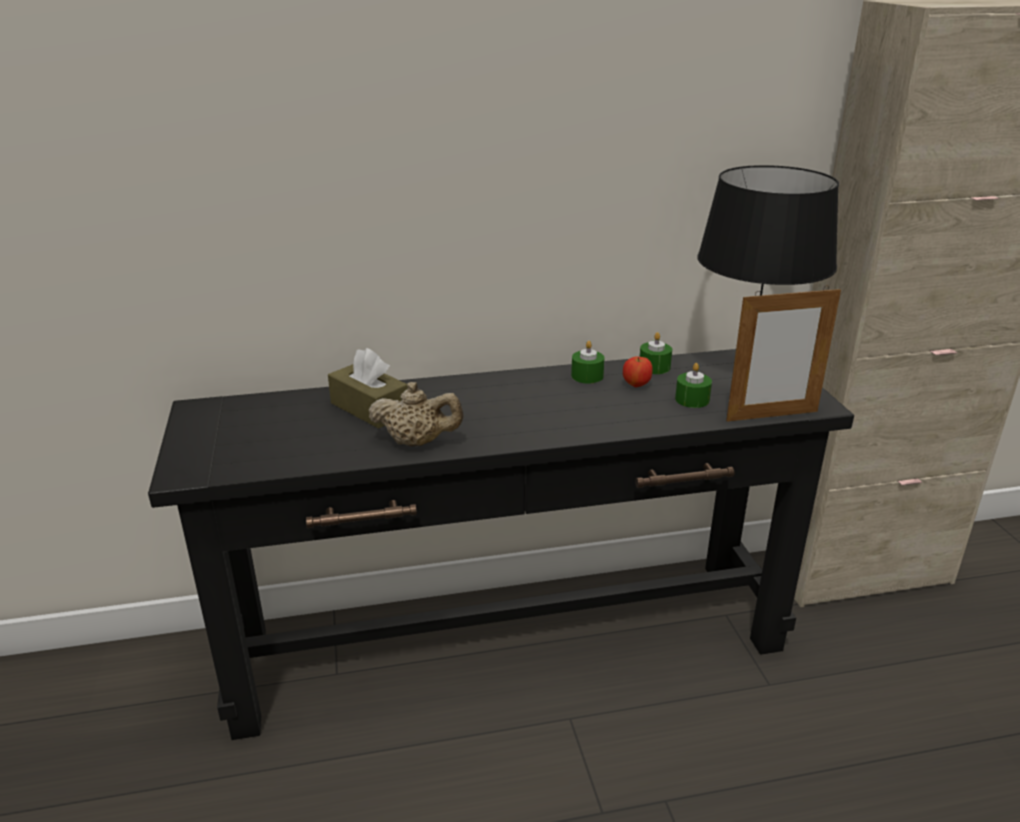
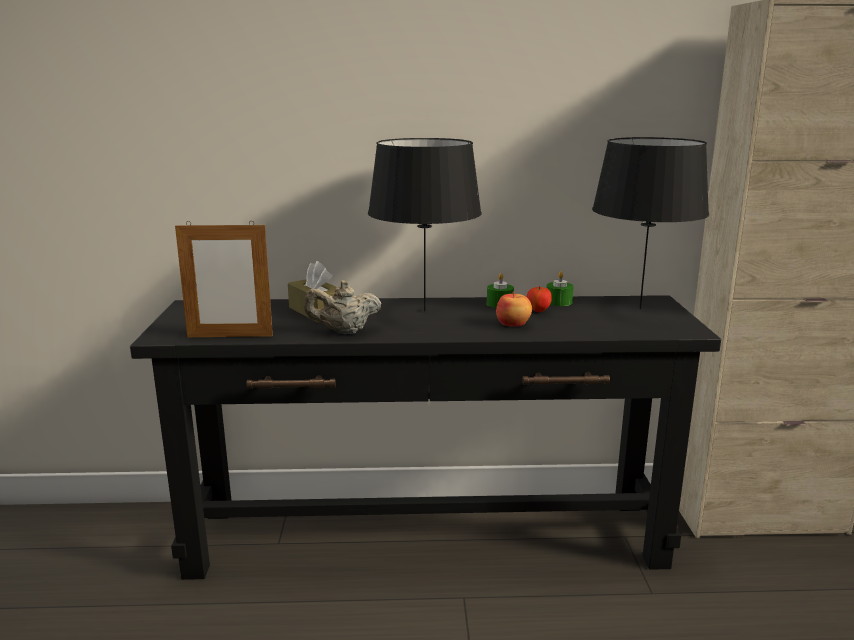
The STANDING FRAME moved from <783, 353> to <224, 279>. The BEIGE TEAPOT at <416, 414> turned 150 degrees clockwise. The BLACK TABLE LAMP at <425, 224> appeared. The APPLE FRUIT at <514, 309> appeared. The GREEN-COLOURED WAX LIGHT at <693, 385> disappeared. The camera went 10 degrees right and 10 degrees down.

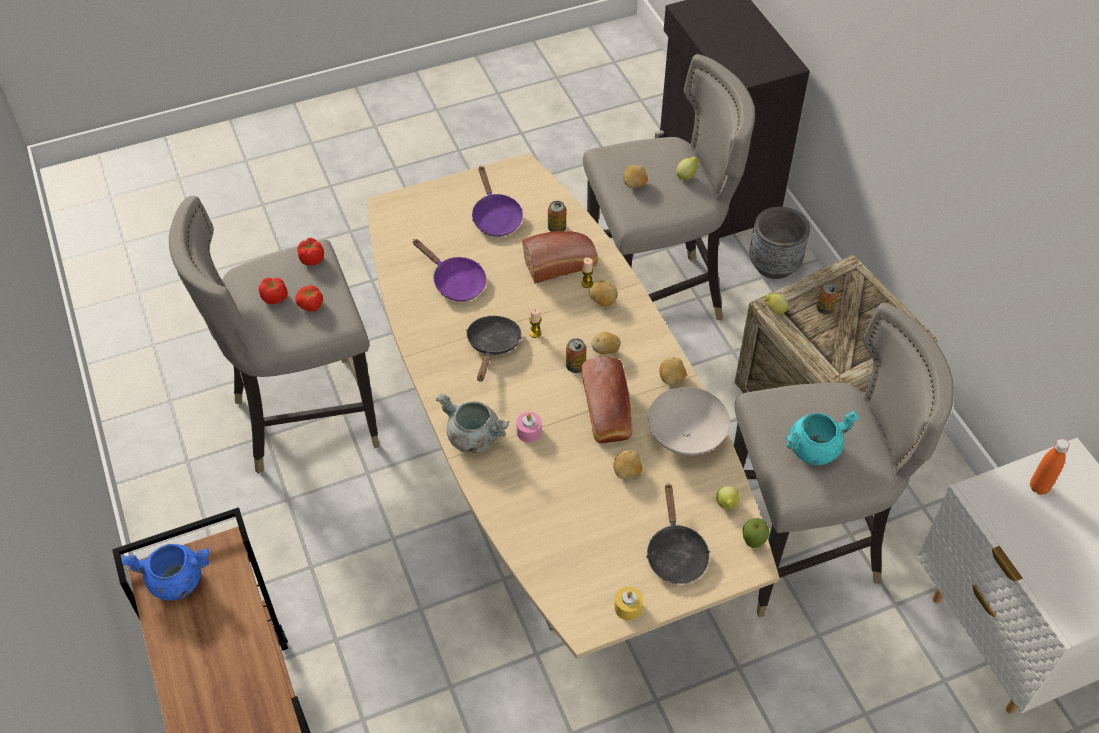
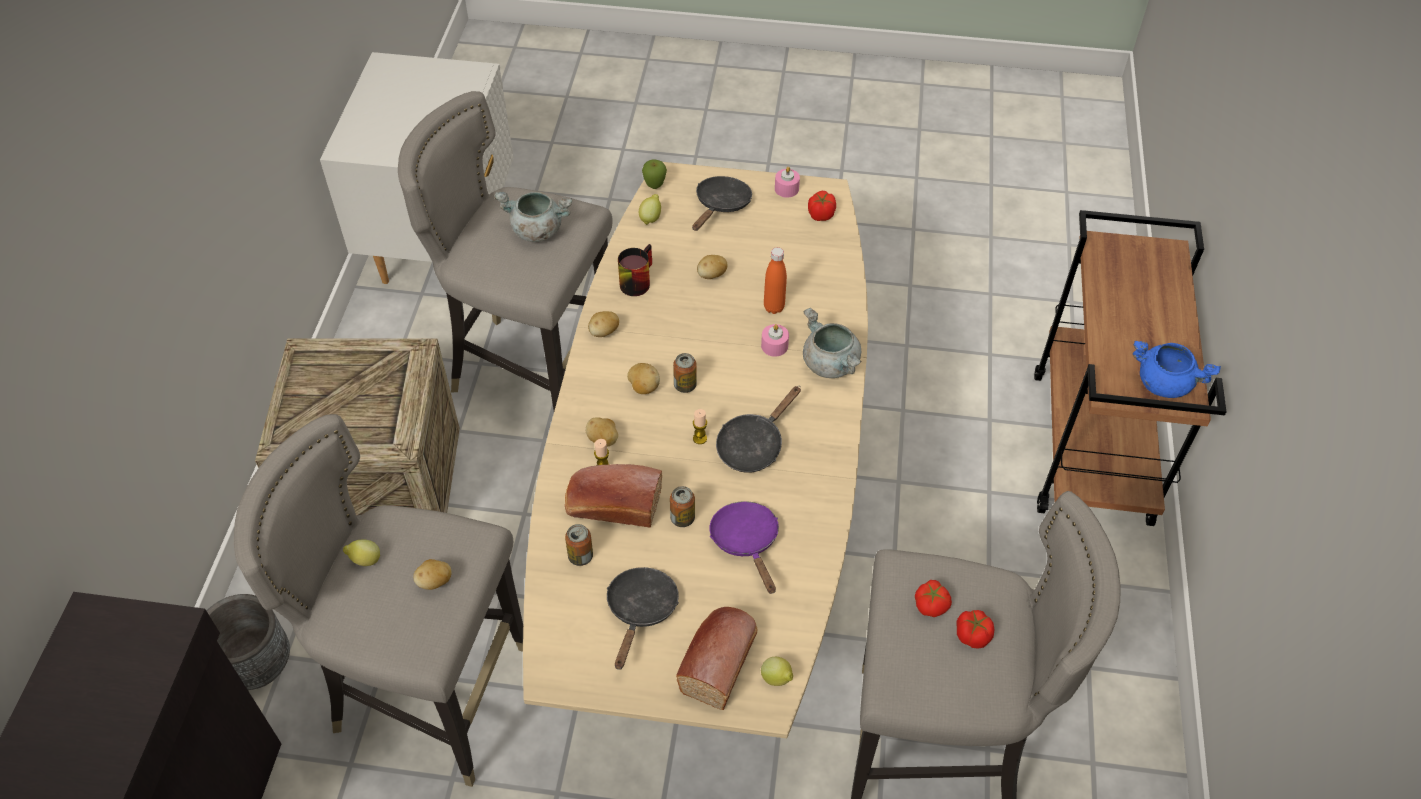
The TURQUOISE-COLOURED STOCKPOT at <822, 438> became the GREYISH STOCKPOT at <533, 217>. The PURPLISH FRYING PAN at <497, 201> became the BLACK FRYING PAN at <643, 618>. The WHITE DEEP DISH at <689, 421> was replaced by the MUG at <635, 270>. The SEALED CAN moved from <827, 298> to <682, 506>. The BREAD moved from <606, 399> to <717, 658>. The WHOLE LEMON moved from <776, 303> to <777, 671>. The ORANGEY BEVERAGE BOTTLE moved from <1050, 467> to <775, 280>. The YELLOW-COLOURED WAX LIGHT at <628, 604> became the PINKISH WAX LIGHT at <787, 182>. The WHOLE TOMATO moved from <310, 252> to <822, 206>. The camera went 150 degrees left and 0 degrees up.

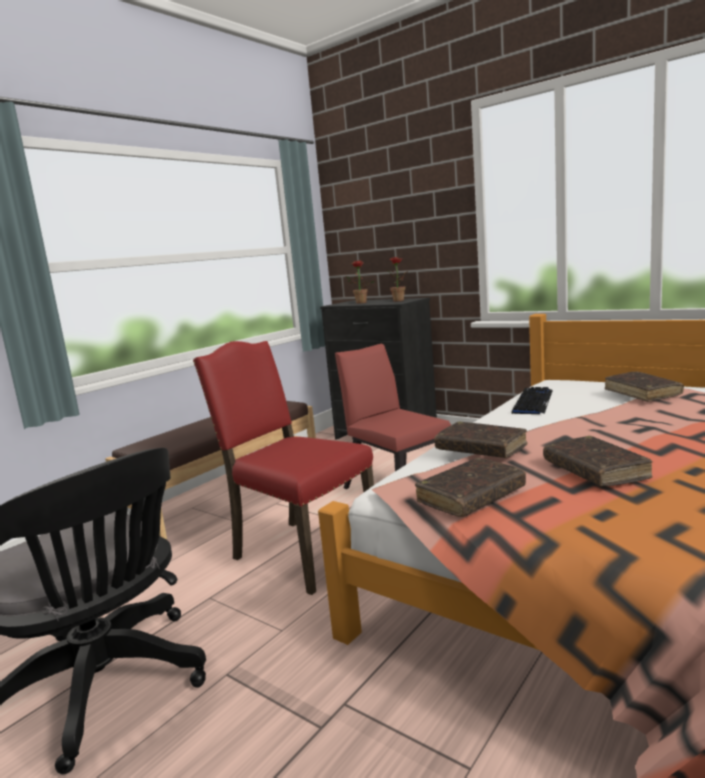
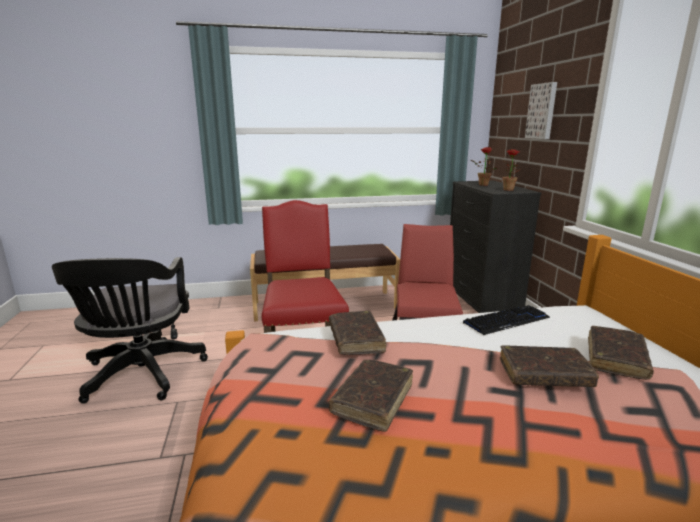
The BROWN BOOK moved from <470, 487> to <549, 366>. The WALL ART at <541, 110> appeared. The camera went 40 degrees right and 5 degrees up.

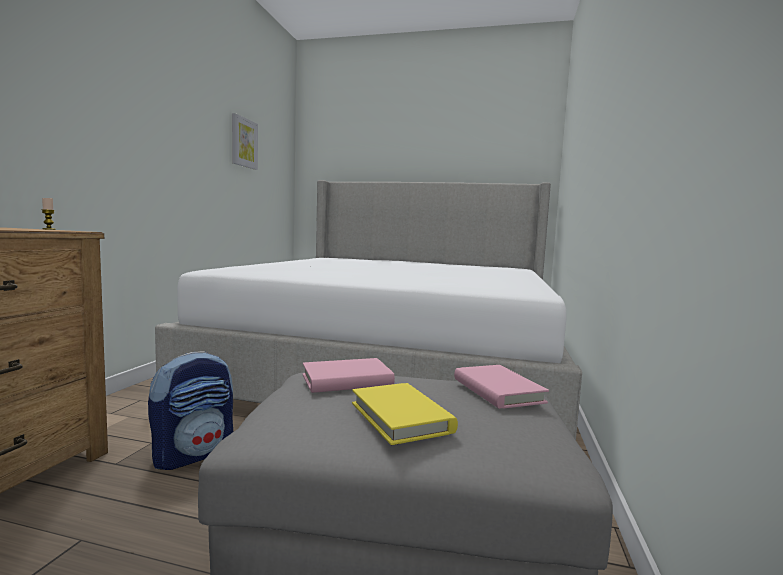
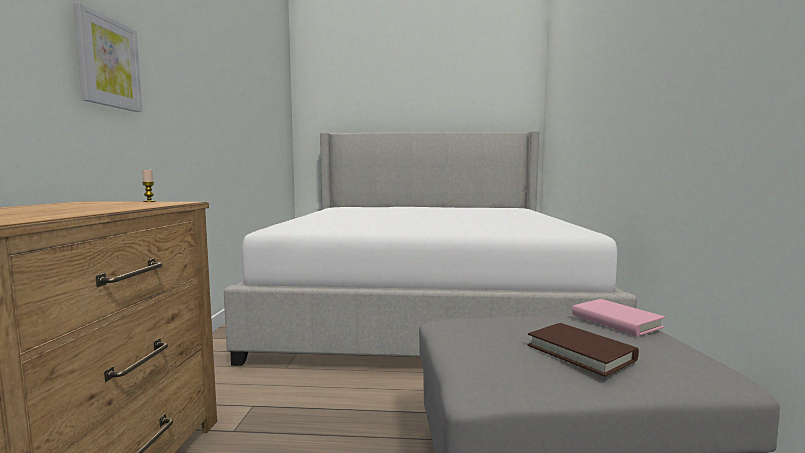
The WALL ART moved from <245, 141> to <107, 57>. The YELLOW-COLOURED BOOK at <405, 414> became the BROWN BOOK at <583, 350>. The BACKPACK at <190, 410> disappeared. The PINKISH BOOK at <349, 375> disappeared. The camera went 10 degrees left and 0 degrees up.

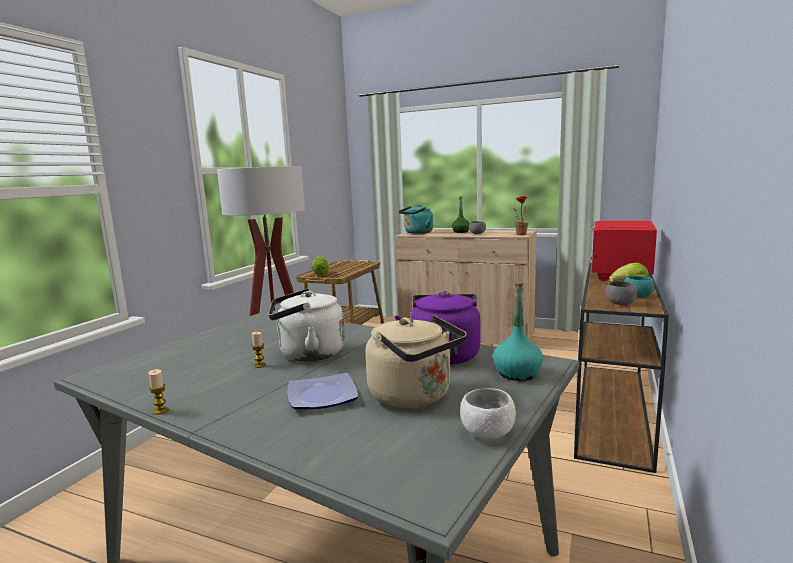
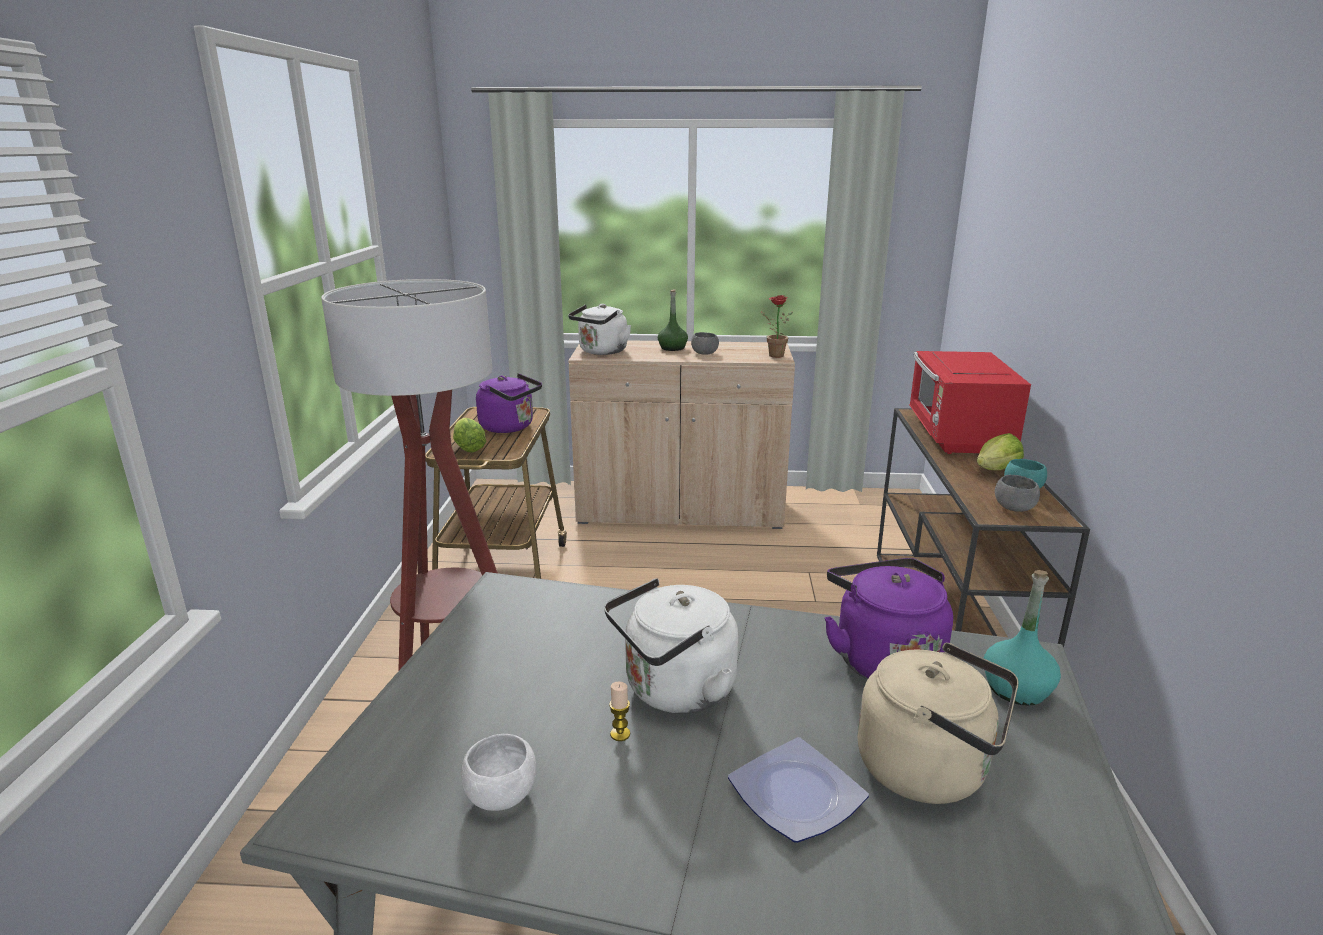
The WHITE DEEP DISH moved from <488, 414> to <498, 772>. The PURPLISH TEA KETTLE at <509, 403> appeared. The TURQUOISE-COLOURED TEA KETTLE at <416, 219> became the WHITE TEA KETTLE at <599, 329>. The WAX LIGHT at <158, 392> disappeared. The camera went 20 degrees left and 10 degrees up.

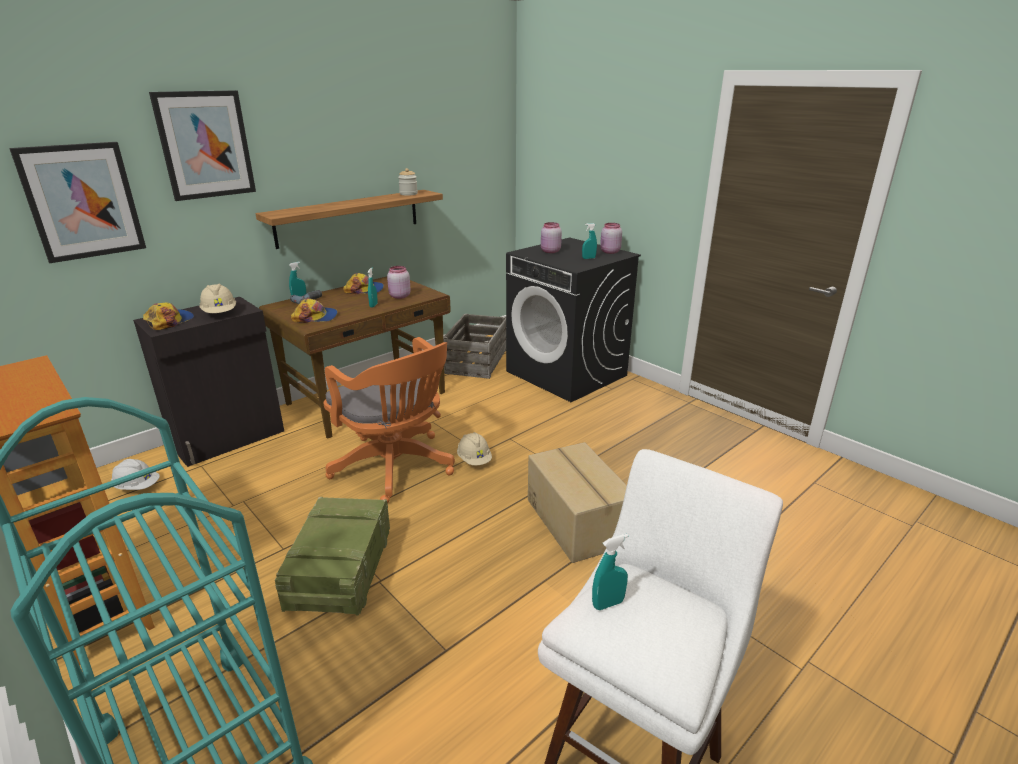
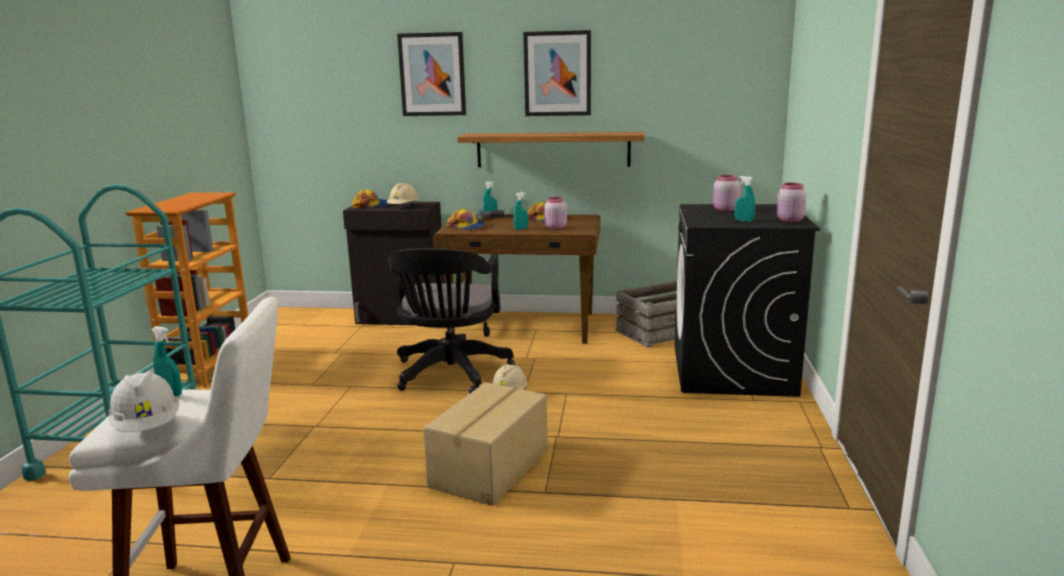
The WHITE HARD HAT moved from <135, 474> to <144, 401>. The ORANGEY COMPUTER CHAIR at <389, 420> became the BLACK COMPUTER CHAIR at <451, 320>. The WALL ART moved from <77, 202> to <557, 73>. The PACKING CRATE at <332, 556> disappeared. The JAR at <408, 182> disappeared. The camera went 50 degrees right and 10 degrees down.

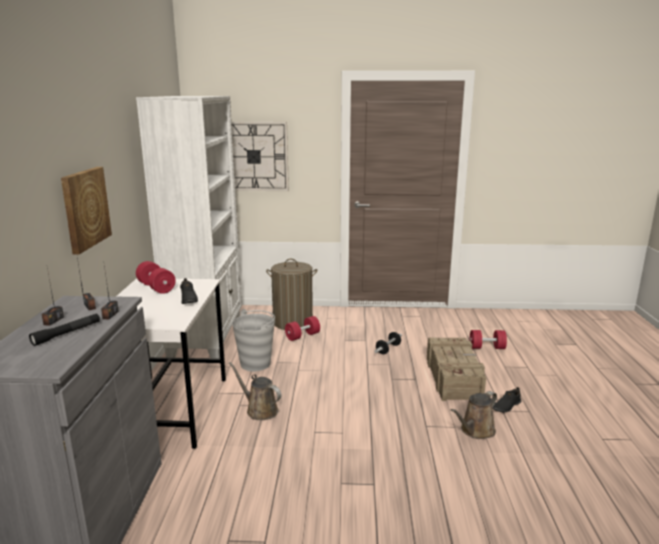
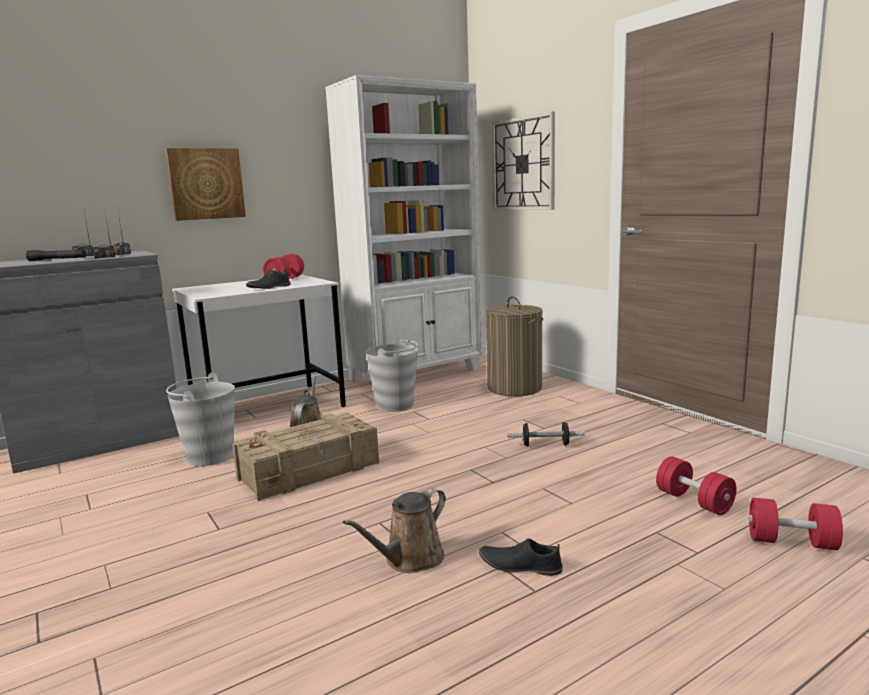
The GREYISH PAIL at <200, 419> appeared. The PACKING CRATE moved from <456, 369> to <305, 457>. The BROWN WATERING CAN at <474, 415> turned 60 degrees counterclockwise. The RED DUMBBELL moved from <302, 328> to <796, 524>. The camera went 55 degrees right and 5 degrees down.

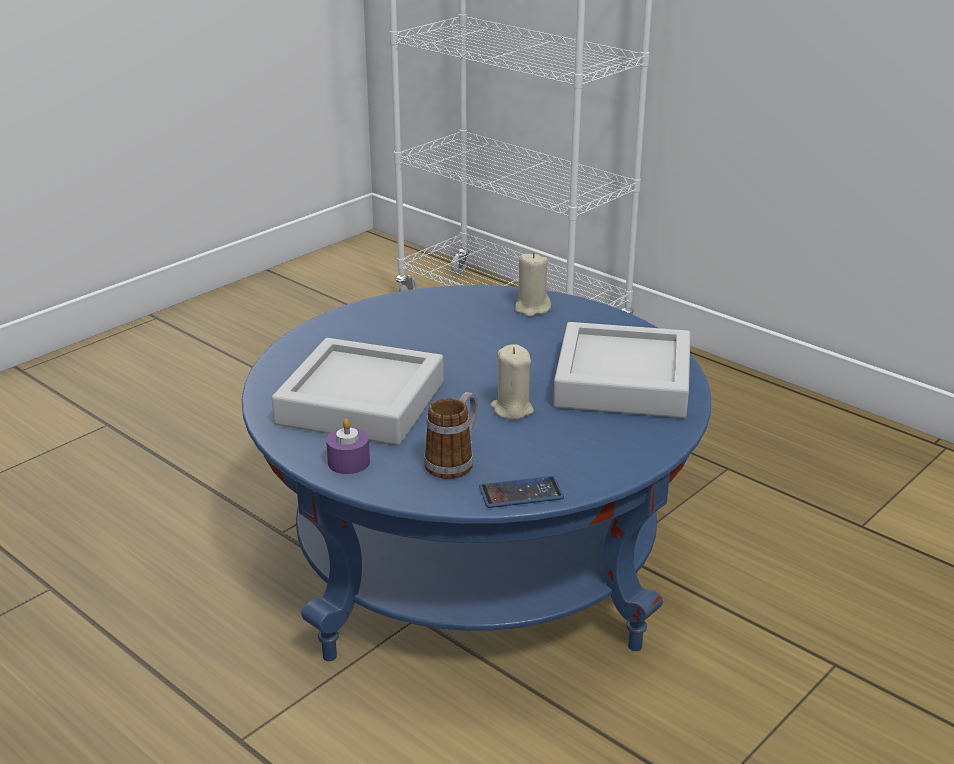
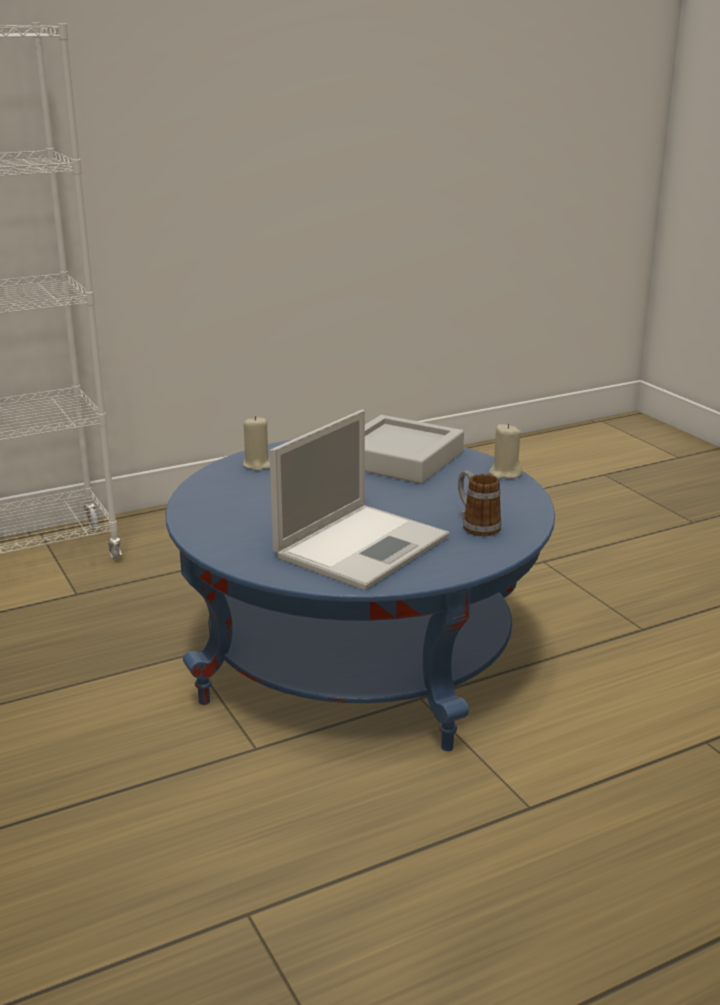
The GREYISH SERVING TRAY at <358, 391> was replaced by the LAPTOP at <359, 500>. The BEIGE WAX LIGHT moved from <512, 381> to <505, 451>. The PURPLISH WAX LIGHT at <348, 446> disappeared. The HANDSET at <521, 492> disappeared. The camera went 70 degrees left and 5 degrees down.

